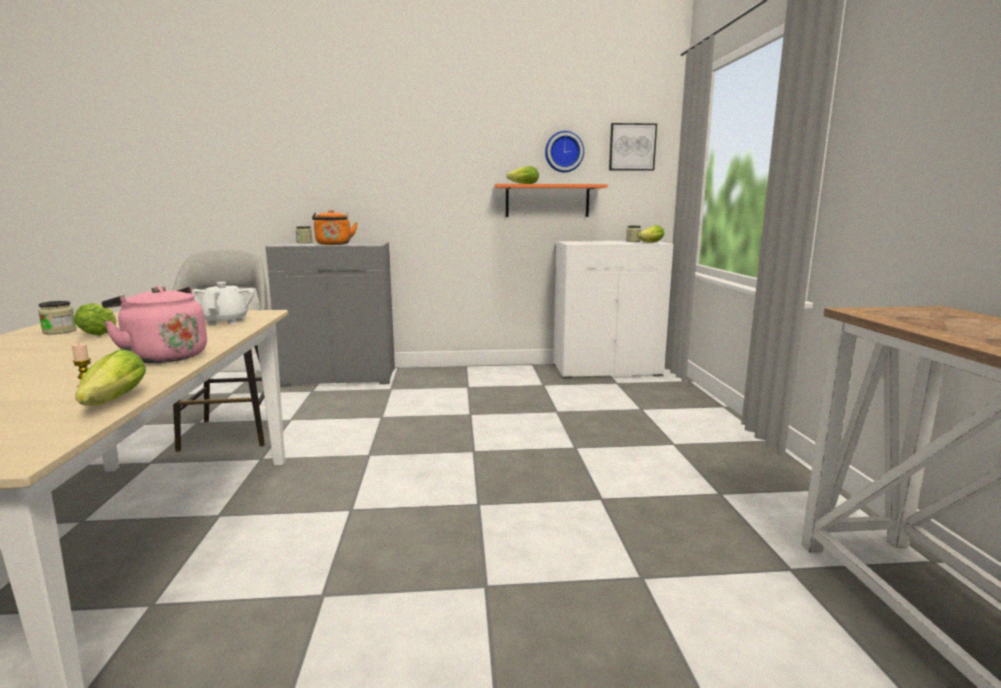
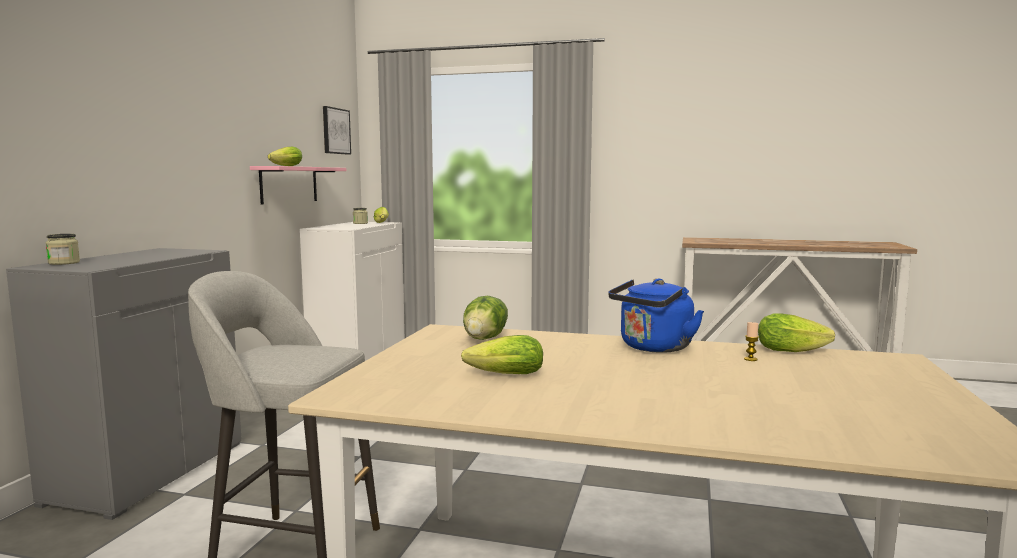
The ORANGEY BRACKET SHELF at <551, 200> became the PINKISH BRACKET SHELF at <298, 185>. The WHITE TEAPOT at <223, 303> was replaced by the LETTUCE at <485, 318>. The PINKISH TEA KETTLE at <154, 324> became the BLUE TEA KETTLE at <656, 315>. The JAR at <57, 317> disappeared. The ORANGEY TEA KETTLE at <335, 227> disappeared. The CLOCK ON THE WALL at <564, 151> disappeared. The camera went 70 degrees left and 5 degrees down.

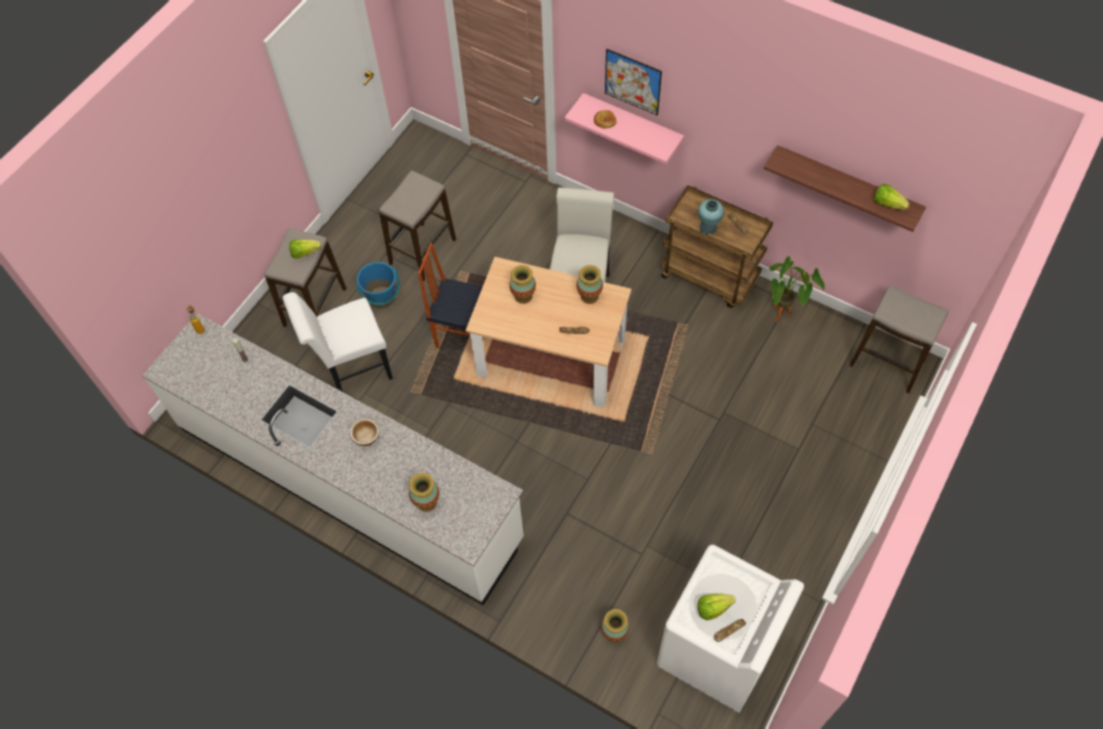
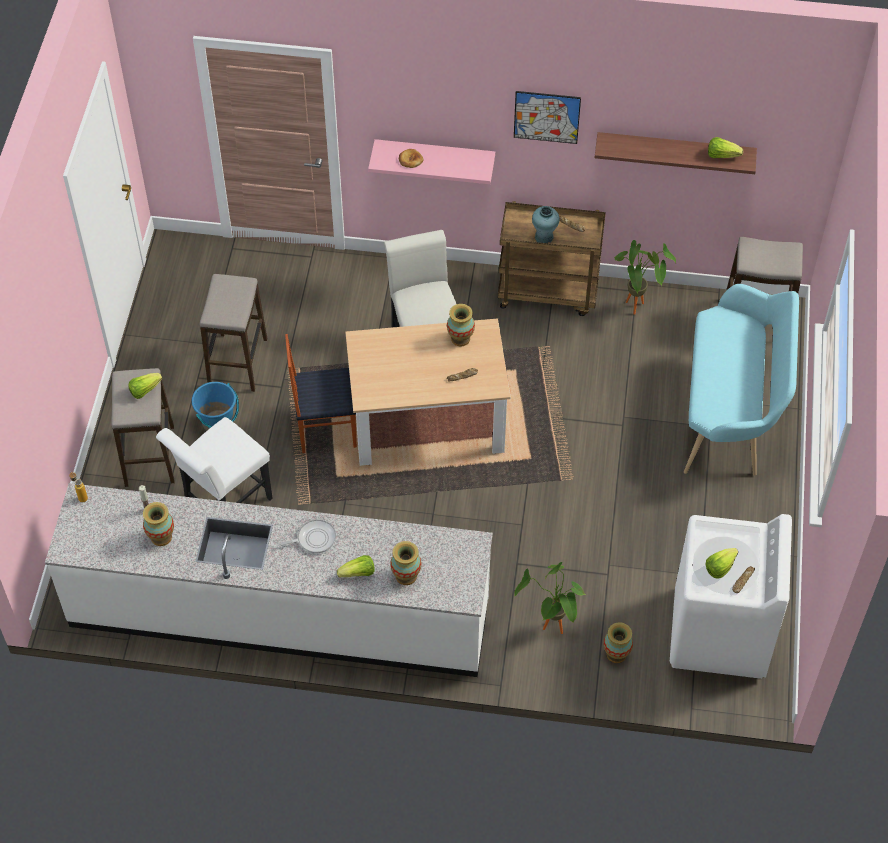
The DECORATIVE VASE moved from <522, 284> to <158, 524>. The DEEP DISH at <364, 432> was replaced by the FRYING PAN at <306, 536>. The LETTUCE at <356, 566> appeared. The WALL ART moved from <633, 82> to <547, 117>. The PLANT IN A POT at <549, 598> appeared. The TURQUOISE-COLOURED BENCH at <741, 380> appeared. The camera went 25 degrees left and 5 degrees down.

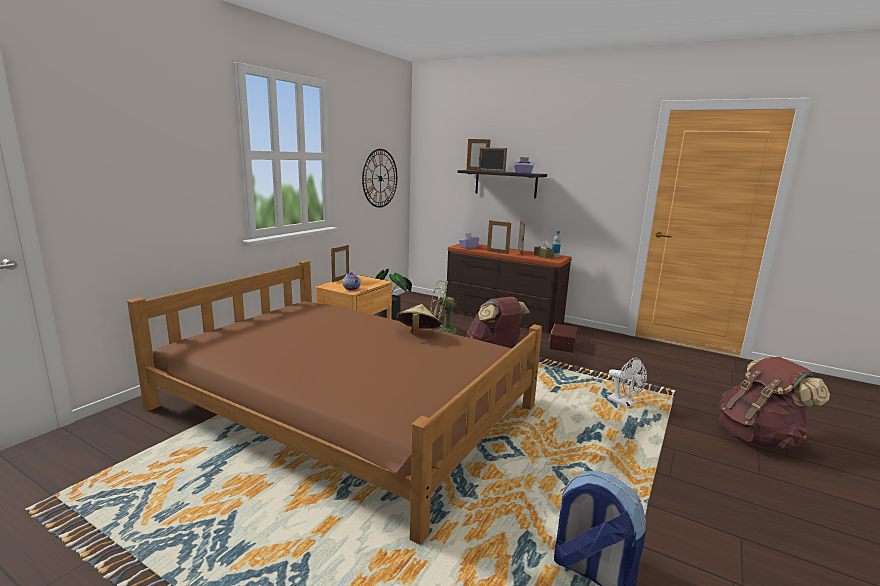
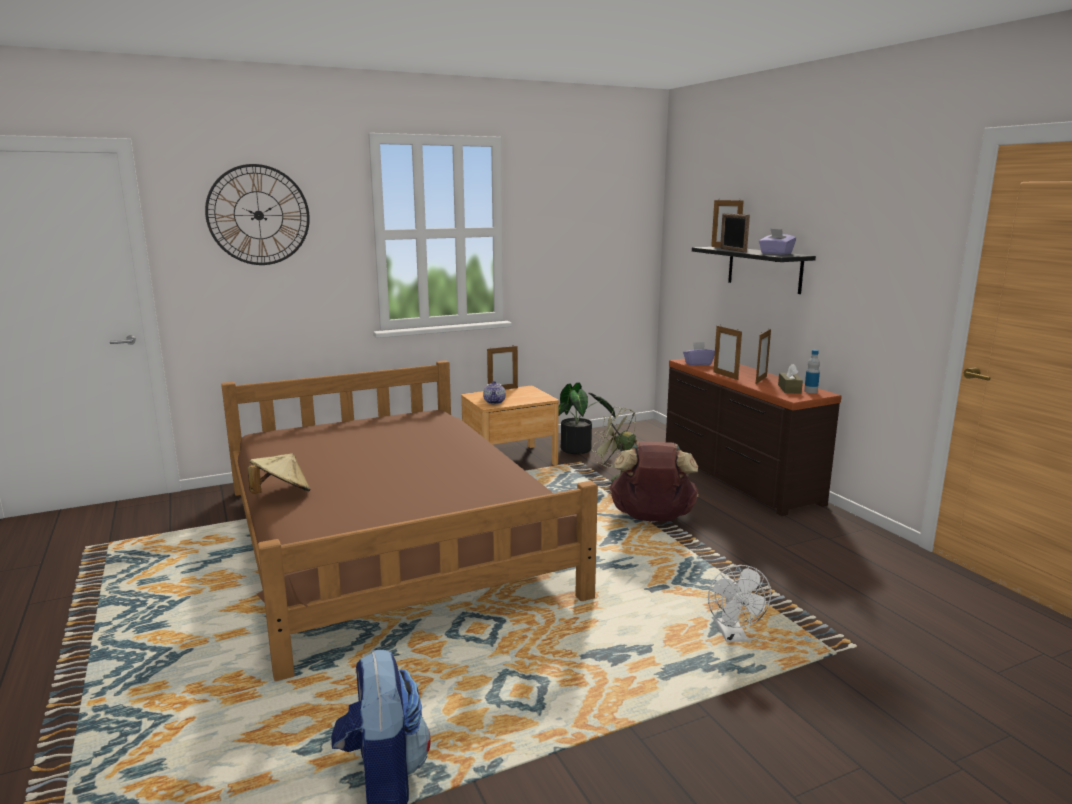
The CLOCK ON THE WALL moved from <379, 178> to <257, 214>. The BEIGE WEARABLE HAT moved from <419, 319> to <279, 473>. The BROWN STORAGE CONTAINER at <563, 338> disappeared. The BROWN BACKPACK at <774, 402> disappeared. The camera went 35 degrees right and 0 degrees up.

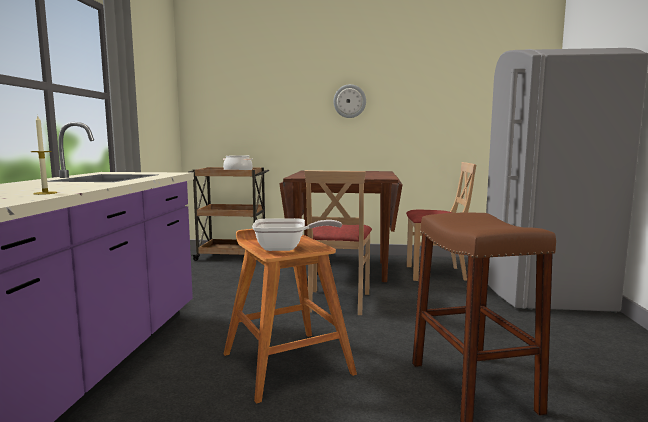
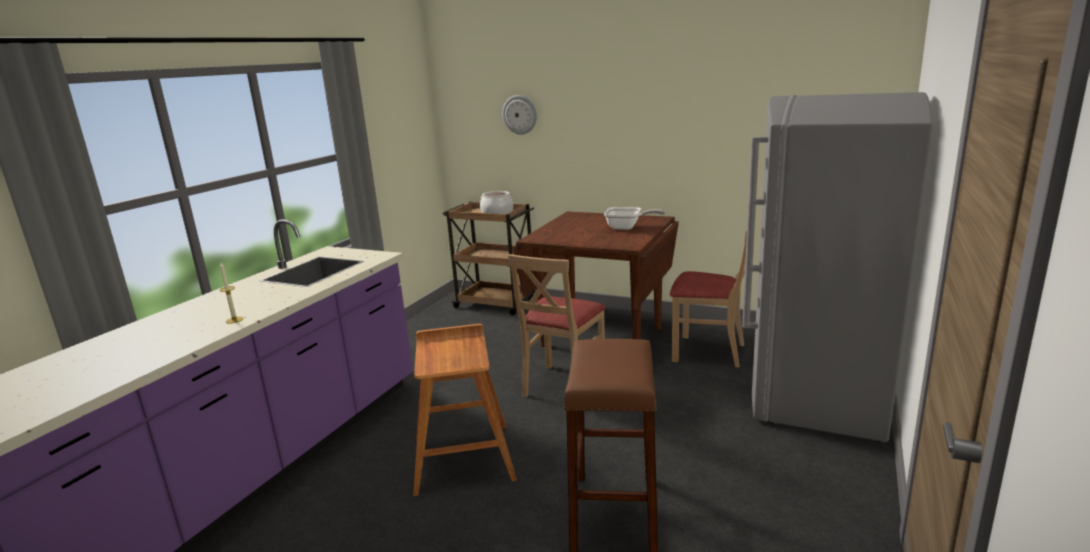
The CLOCK ON THE WALL moved from <349, 101> to <519, 115>. The FRYING PAN moved from <297, 234> to <634, 218>. The camera went 20 degrees right and 10 degrees up.

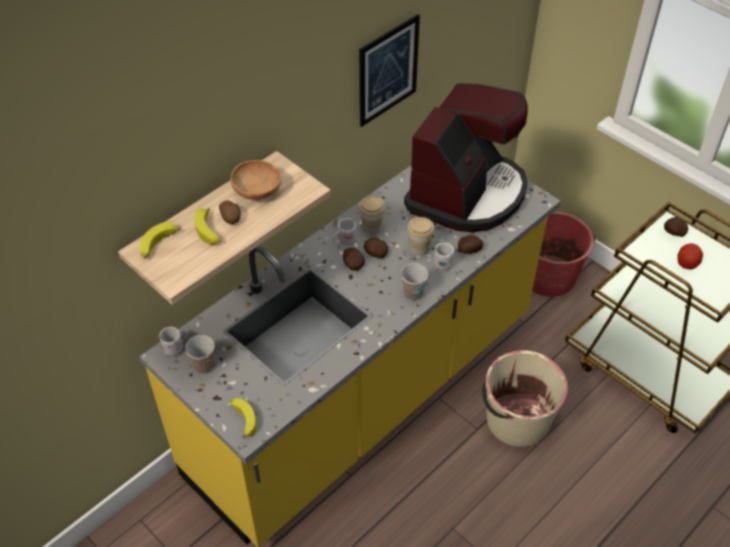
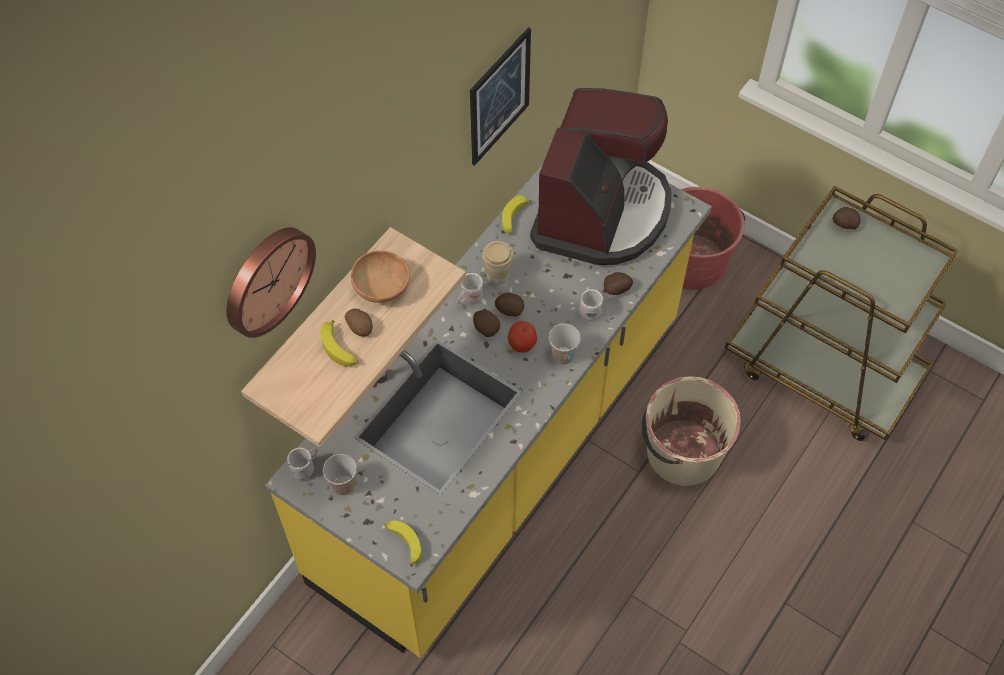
The CLOCK ON THE WALL at <271, 282> appeared. The BANANA moved from <160, 240> to <516, 214>. The APPLE FRUIT moved from <690, 256> to <522, 337>. The SMALL CUP at <420, 236> disappeared. The camera went 10 degrees left and 10 degrees up.

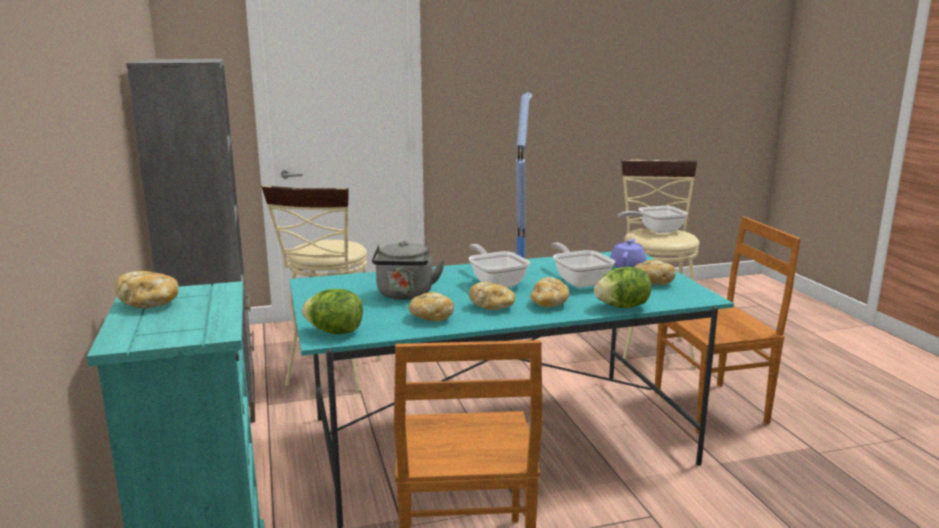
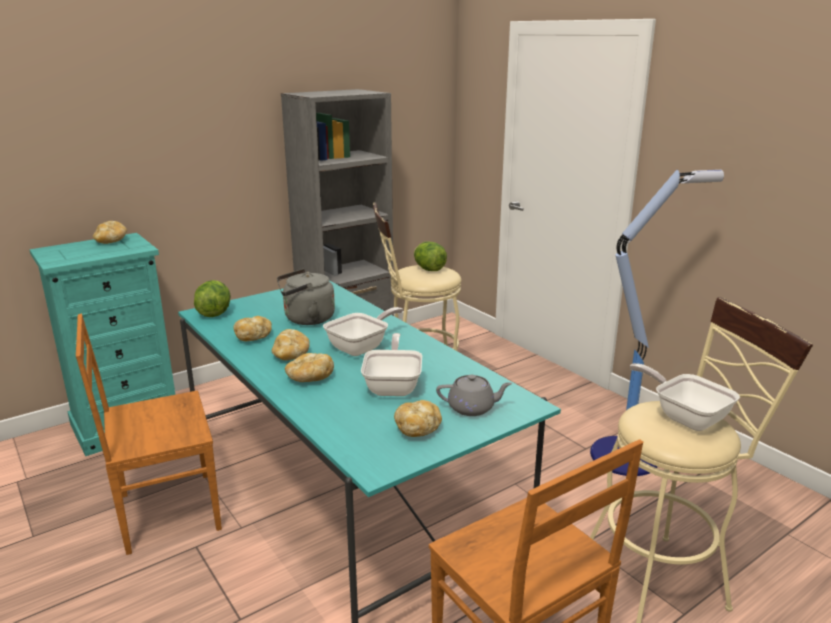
The FRYING PAN at <583, 265> turned 45 degrees counterclockwise. The LETTUCE moved from <622, 287> to <430, 256>. The PURPLISH TEAPOT at <628, 253> became the GREYISH TEAPOT at <474, 395>. The camera went 70 degrees right and 5 degrees up.

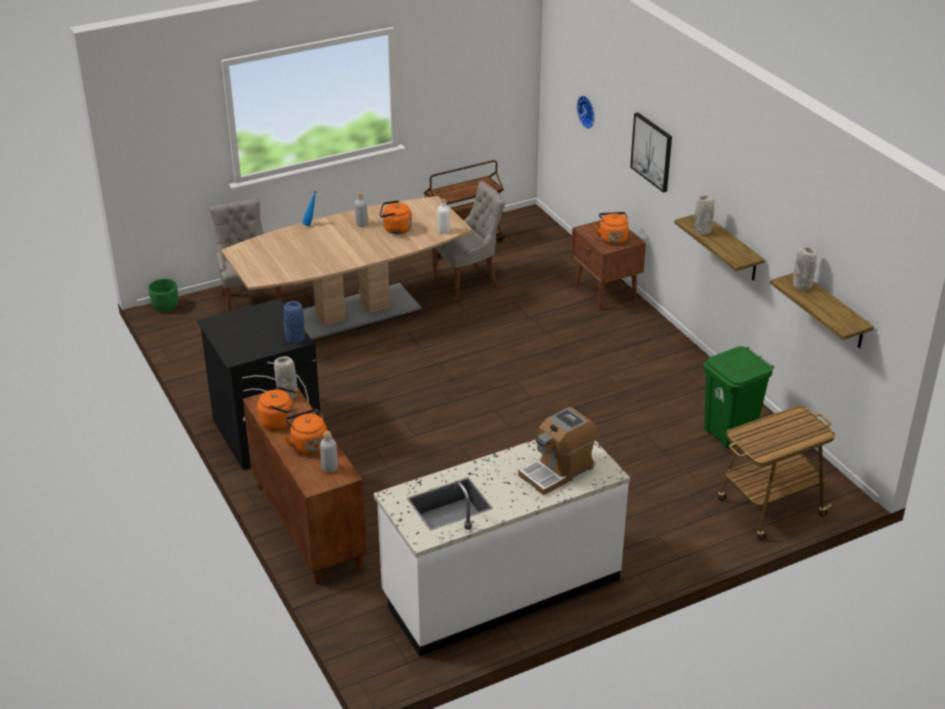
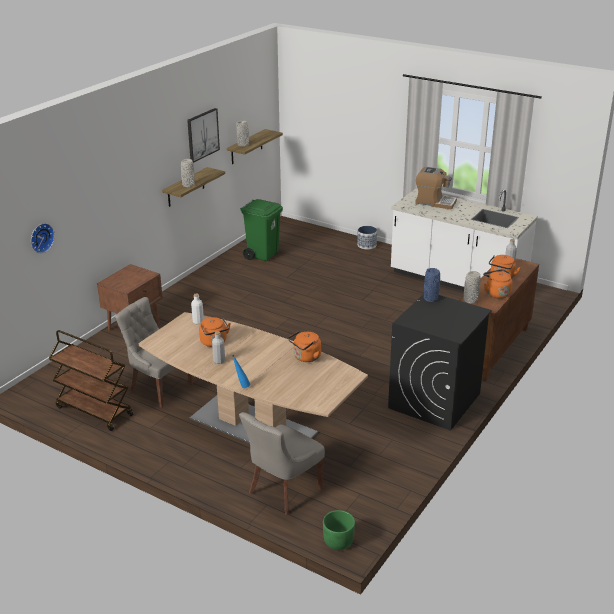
The WALL ART moved from <651, 152> to <203, 135>. The ORANGEY TEA KETTLE moved from <611, 228> to <304, 346>. The FLOWER POT at <367, 237> appeared. The WHEELED CART at <776, 473> disappeared. The camera went 120 degrees left and 5 degrees down.

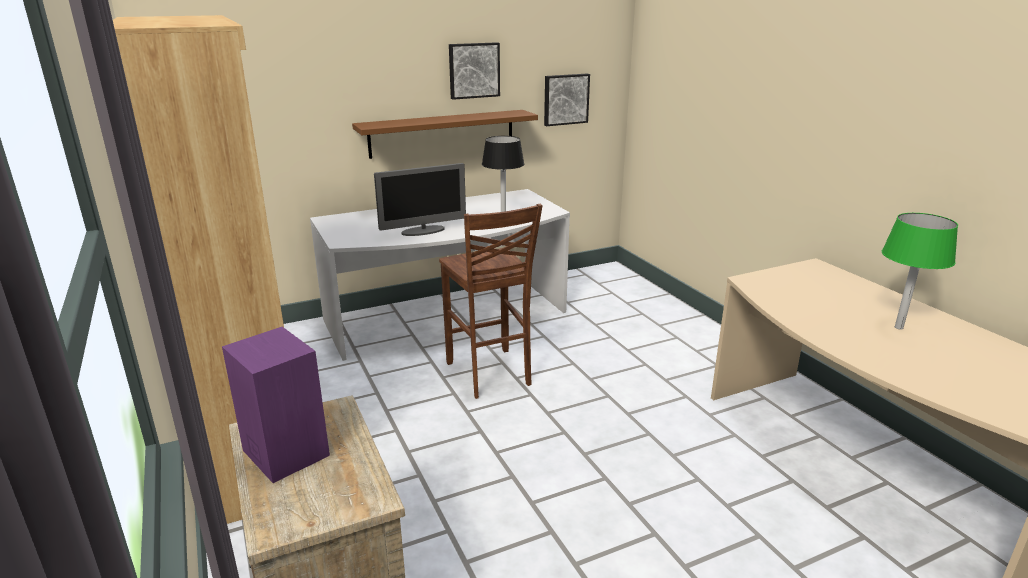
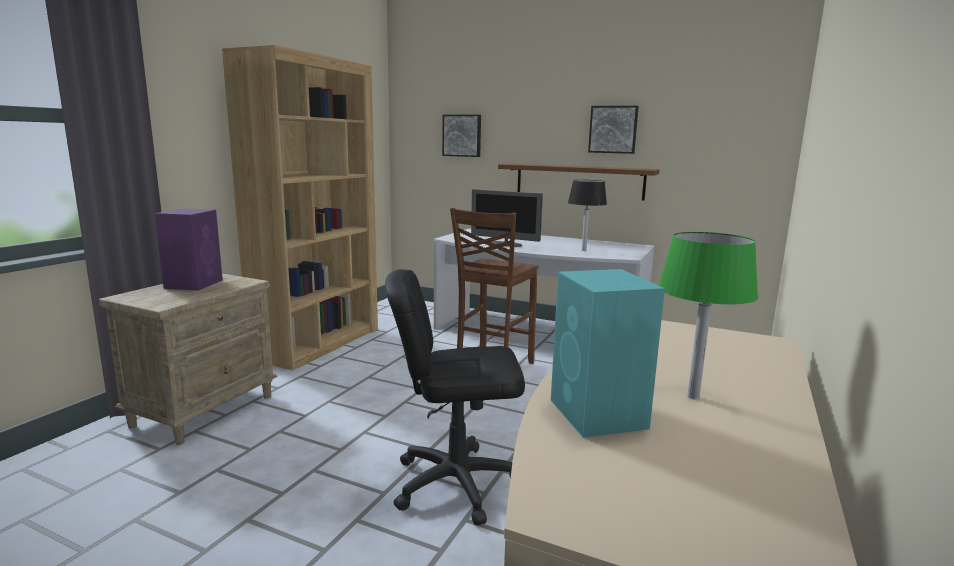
The BLACK COMPUTER CHAIR at <455, 397> appeared. The WALL ART moved from <567, 100> to <461, 136>. The TURQUOISE-COLOURED AUDIO SPEAKER at <608, 353> appeared. The camera went 50 degrees right and 10 degrees down.

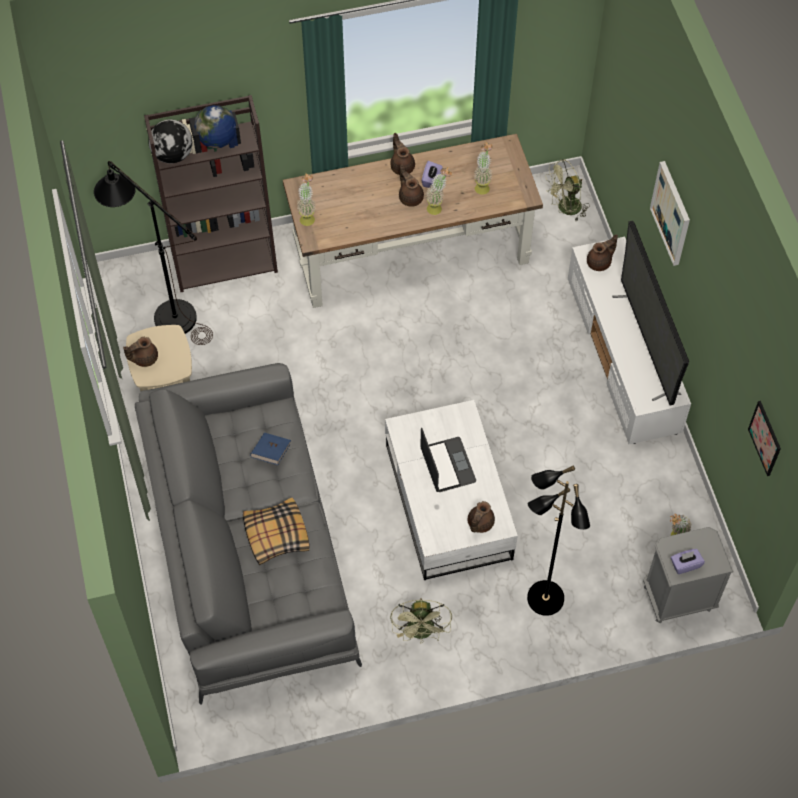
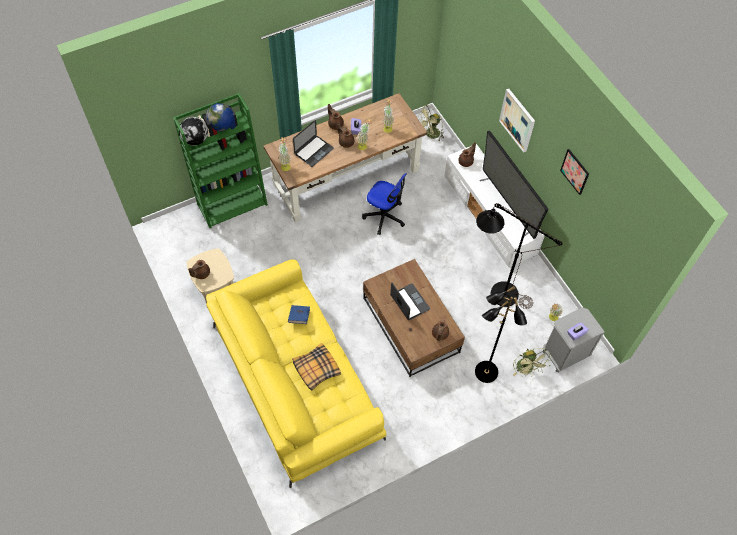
The BROWN BOOKSHELF at <211, 193> became the GREEN-COLOURED BOOKSHELF at <220, 160>. The GREYISH COUCH at <248, 533> became the YELLOW-COLOURED COUCH at <296, 373>. The LAPTOP at <313, 143> appeared. The COMPUTER CHAIR at <384, 204> appeared. The WHITE LOW TABLE at <451, 490> became the BROWN LOW TABLE at <414, 318>. The BLACK STANDING LAMP moved from <153, 253> to <519, 256>. The GREEN-COLOURED FAN moved from <421, 621> to <532, 362>. The WALL ART moved from <764, 438> to <574, 172>. The camera went 15 degrees left and 0 degrees up.

